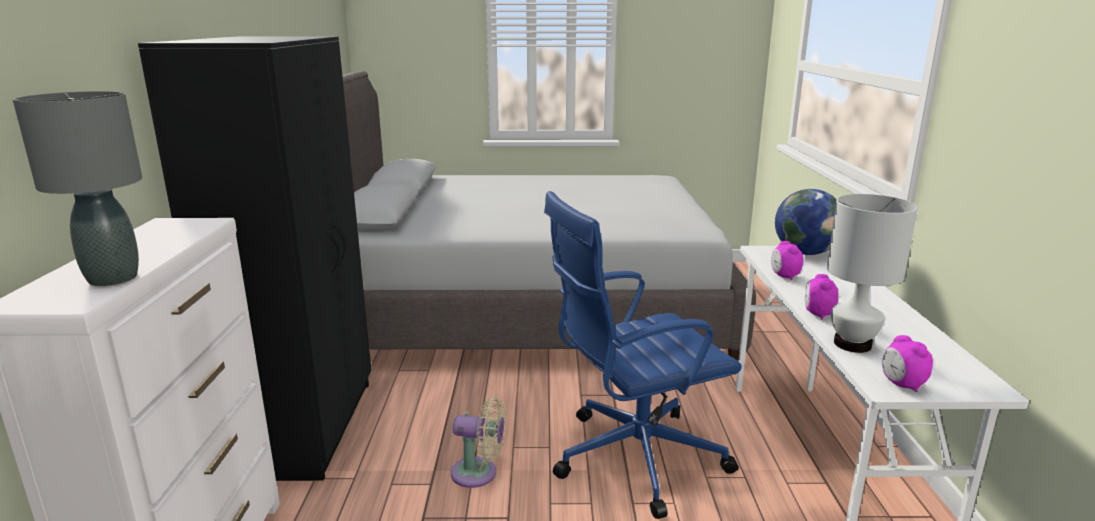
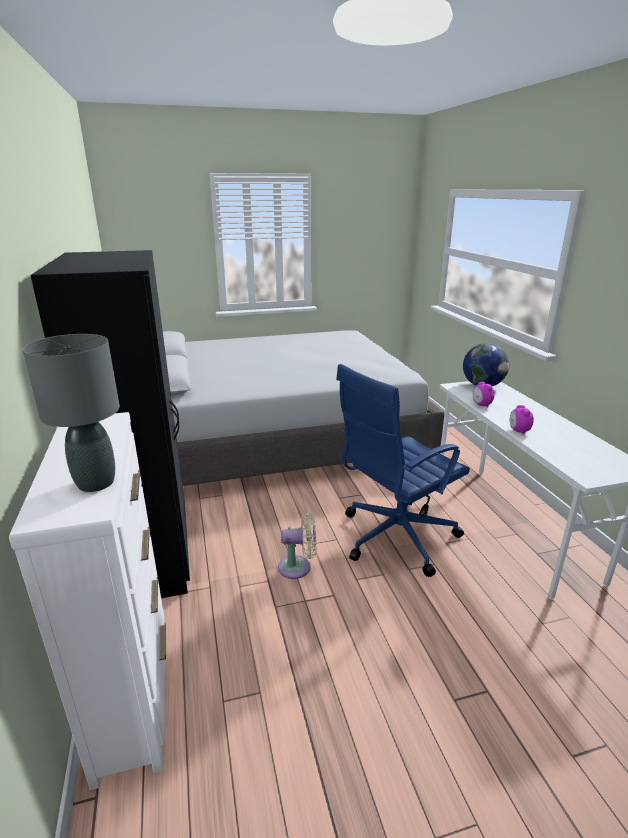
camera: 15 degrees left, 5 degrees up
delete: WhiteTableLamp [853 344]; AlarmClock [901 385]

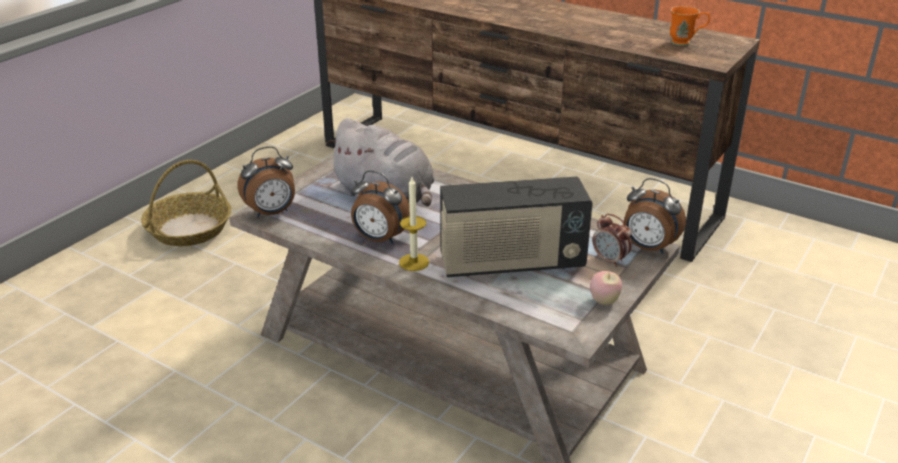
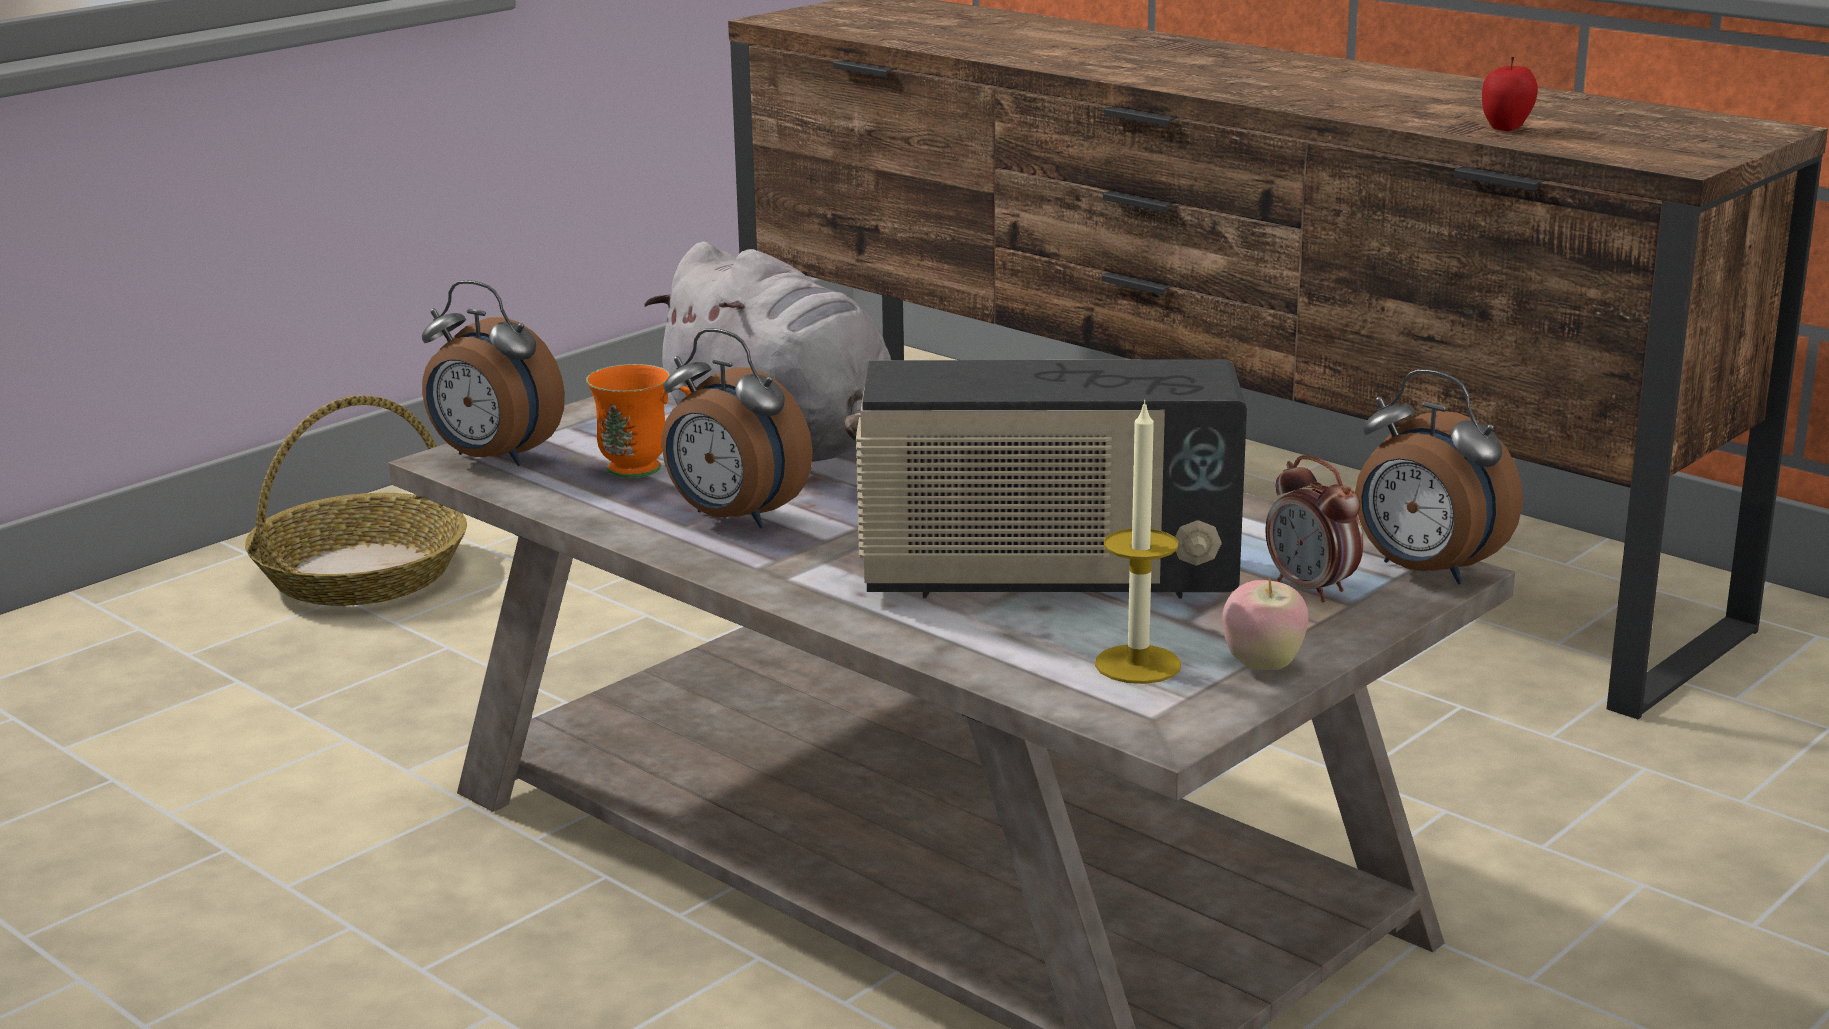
camera: 10 degrees right, 10 degrees down
insert: Apple [1506 128]
move: OrangeMug [686 43] to [648 470]; Candle [414 262] to [1138 664]
rotate: AlarmClock [271 213] = [492 459] 45 degrees clockwise

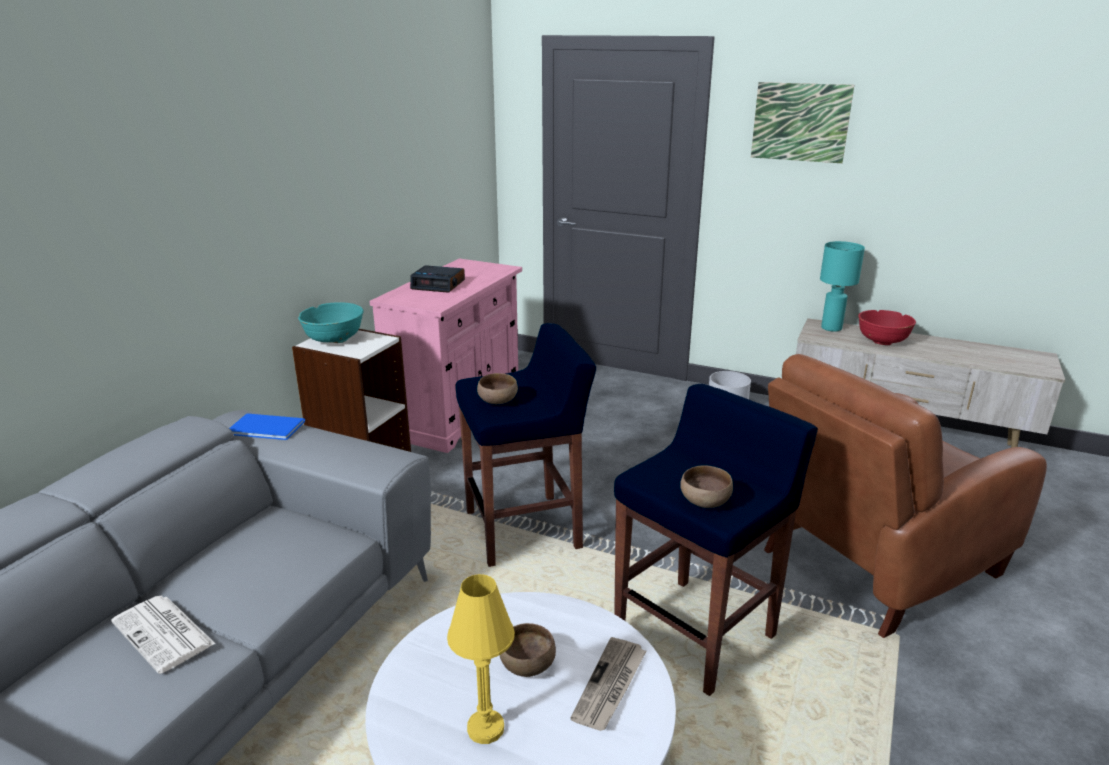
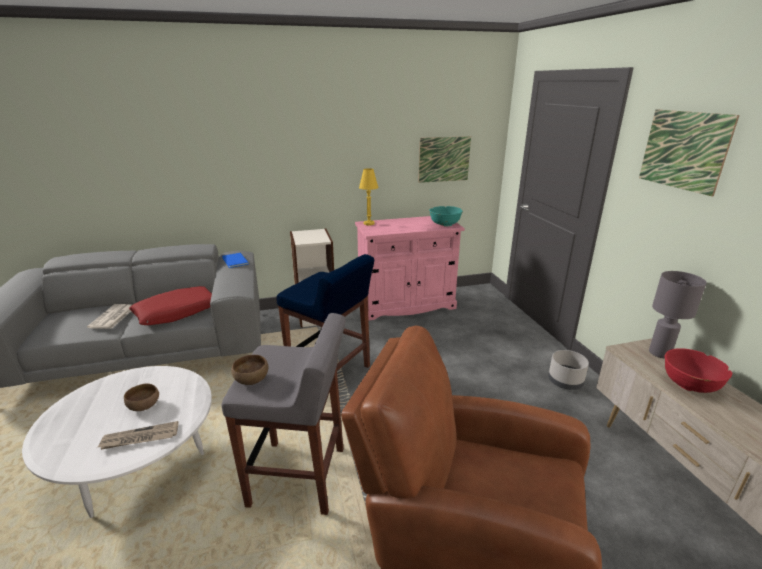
camera: 50 degrees right, 0 degrees up
delete: AlarmClock [439 285]; BrownBowl [498 402]
insert: RedPillow [177 313]; Picture [444 159]
move: YellowTableLamp [485 728] to [369 223]; TurquoiseBowl [334 339] to [445 224]
recolor: BlueStool [697 632] to GreyStool [299 476]; TurquoiseTableLamp [831 328] to GreyTableLamp [659 353]

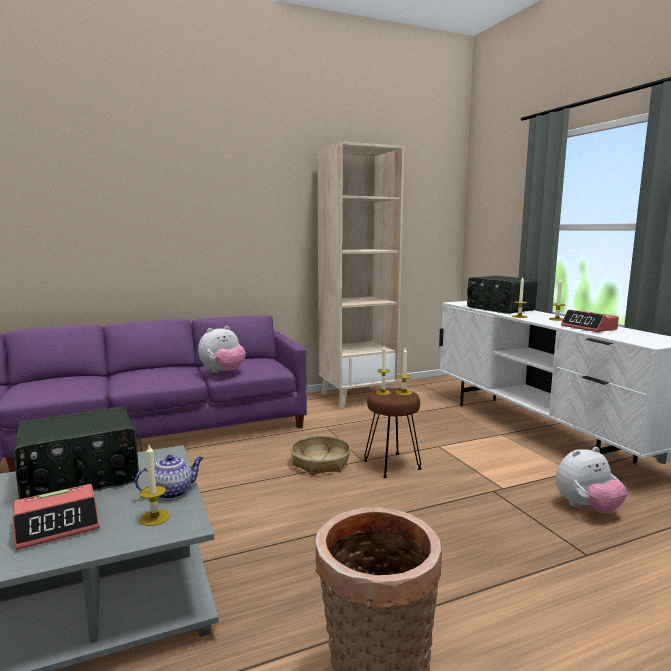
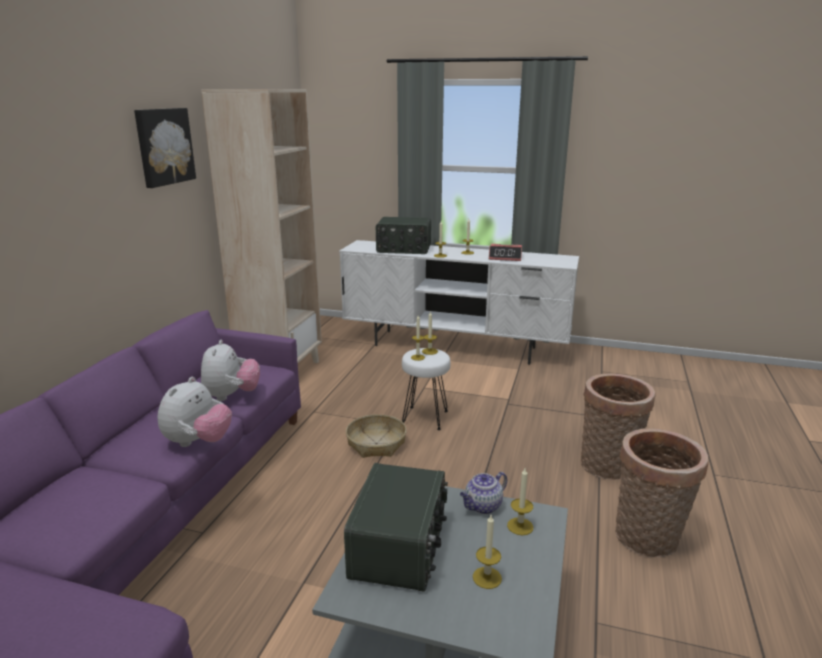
camera: 50 degrees left, 10 degrees up
insert: Picture [164 146]; Basket [608 467]
move: PlushToy [587 508] to [198 442]
replace: AlarmClock [58 525] to Candle [487 577]
recolor: BrownStool [392 465] to WhiteStool [425 418]
rotate: Teapot [172 492] = [482 506] 135 degrees counterclockwise

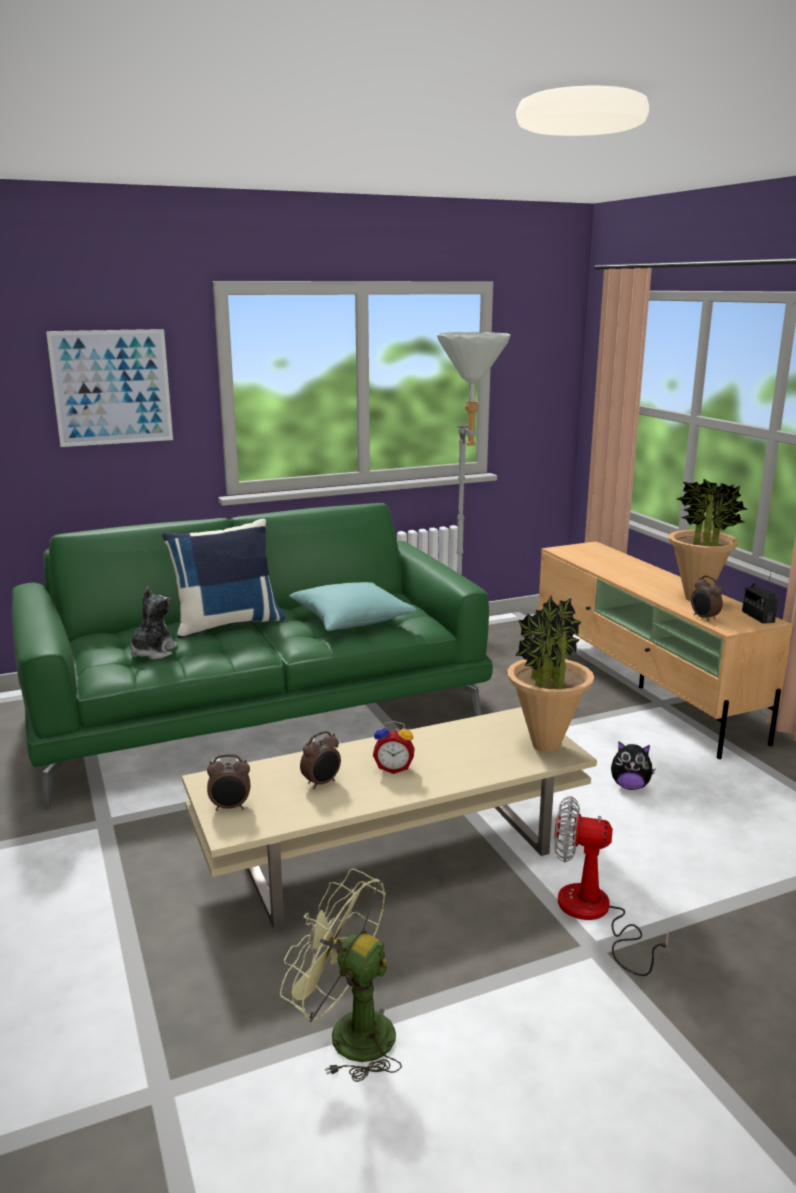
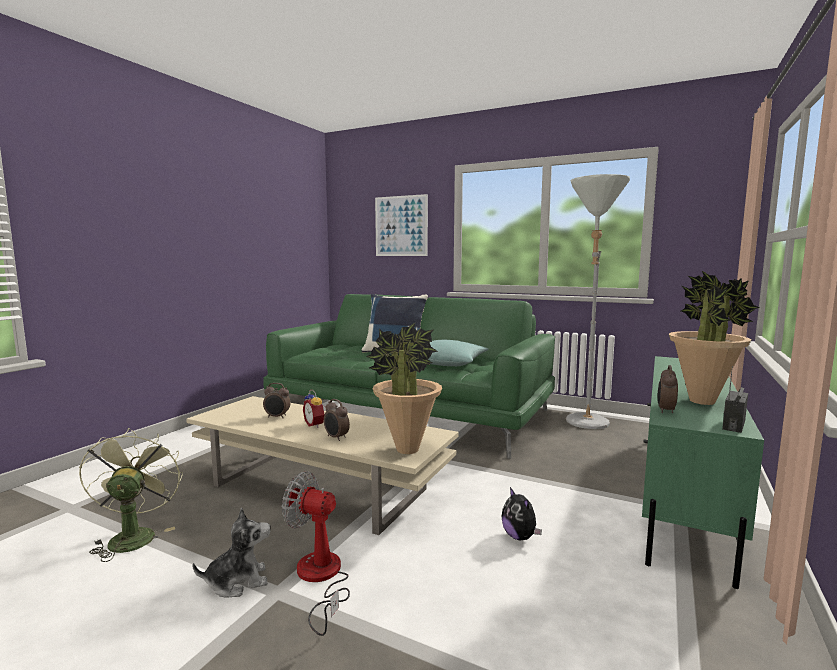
camera: 50 degrees right, 10 degrees down
move: PlushToy [152 652] to [238 581]; AlarmClock [230 807] to [336 438]
recolor: BeigeTvStand [641 688] to GreenTvStand [682 493]
rotate: Fan [594 915] = [320 578] 45 degrees counterclockwise

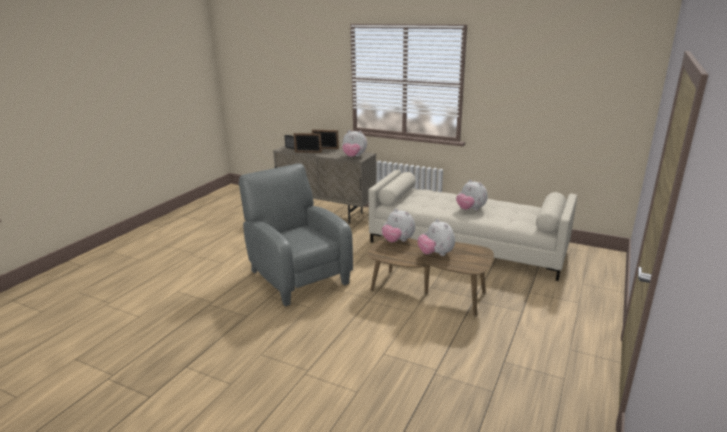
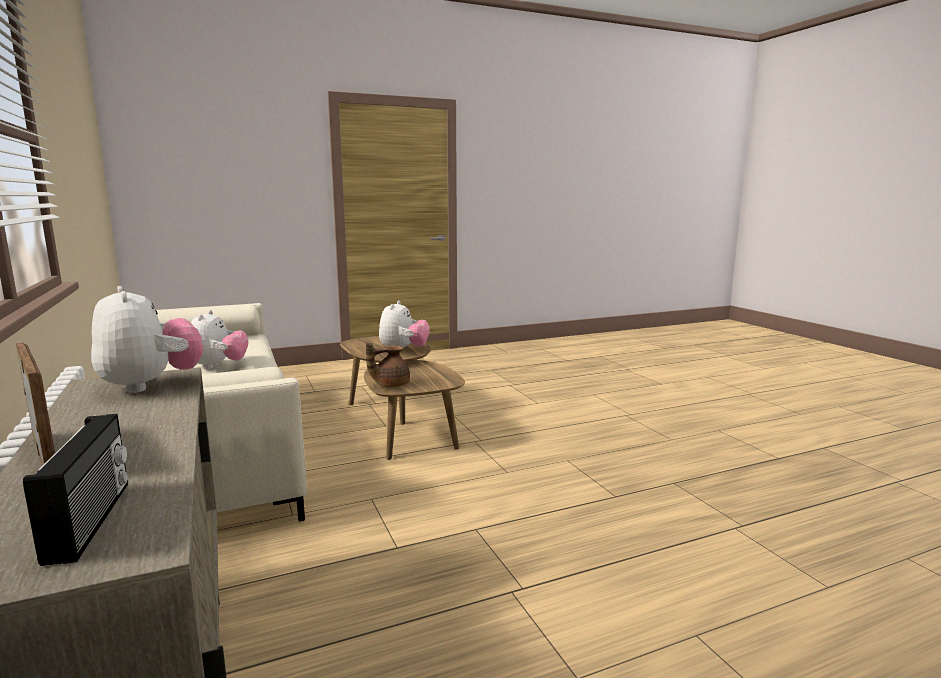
camera: 140 degrees left, 10 degrees down
delete: GreyArmchair [297 275]; PictureFrame [308 152]
replace: PlushToy [398 241] to BrownTeapot [390 384]

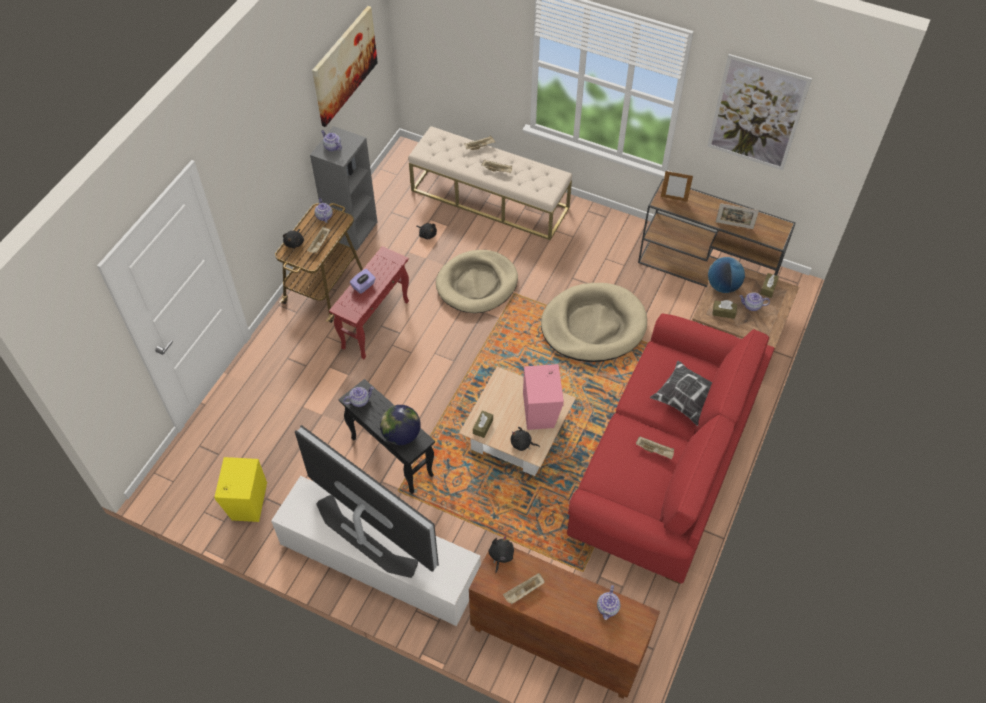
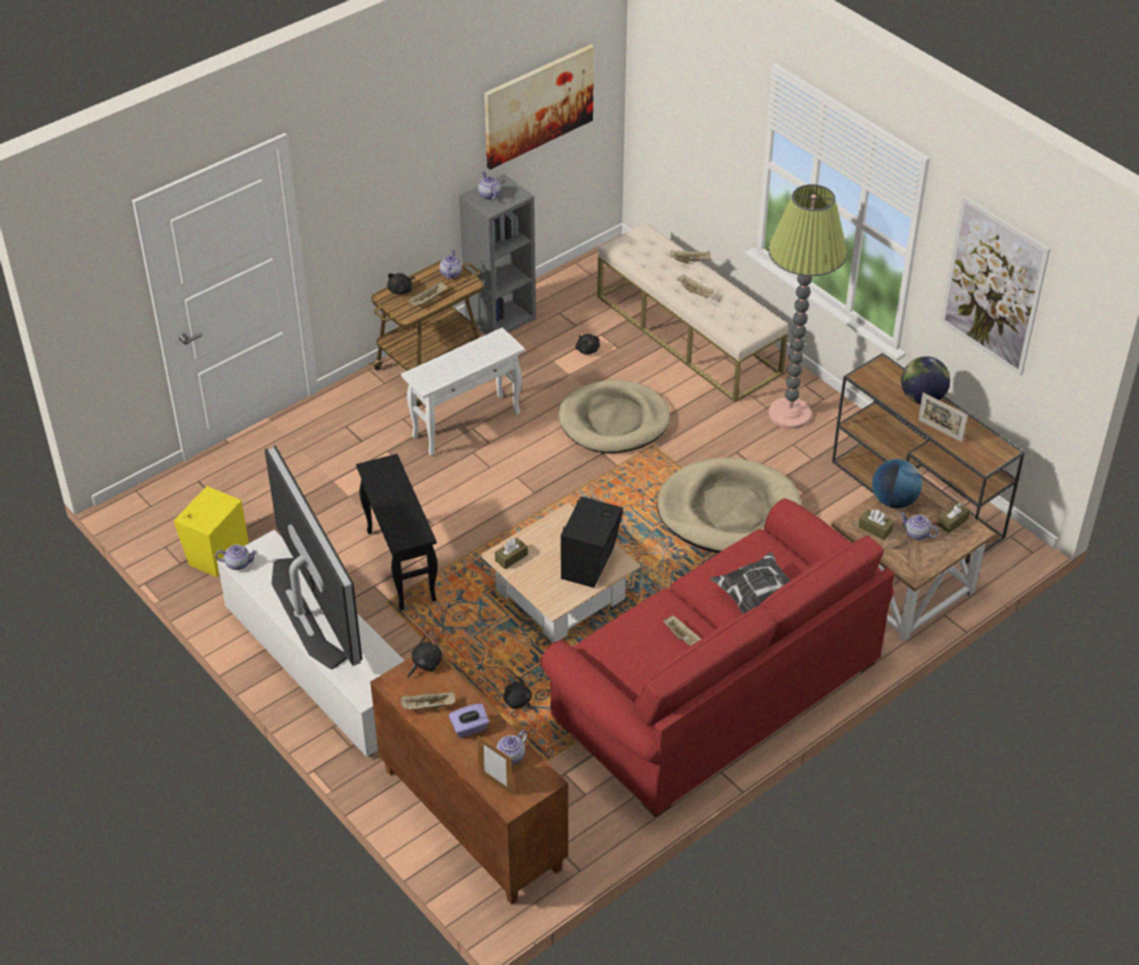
camera: 25 degrees right, 10 degrees down
insert: FloorLamp [789 414]
move: Teapot [359 400] to [238 563]; PurpleTissueBox [363 286] to [469 728]; PictureFrame [674 199] to [496 783]; BlackPlushToy [522 444] to [519 702]; Globe [401 435] to [922 398]
recolor: RedSideTable [375 325] to WhiteSideTable [466 425]; PinkSpeaker [540 409] to BlackSpeaker [590 563]

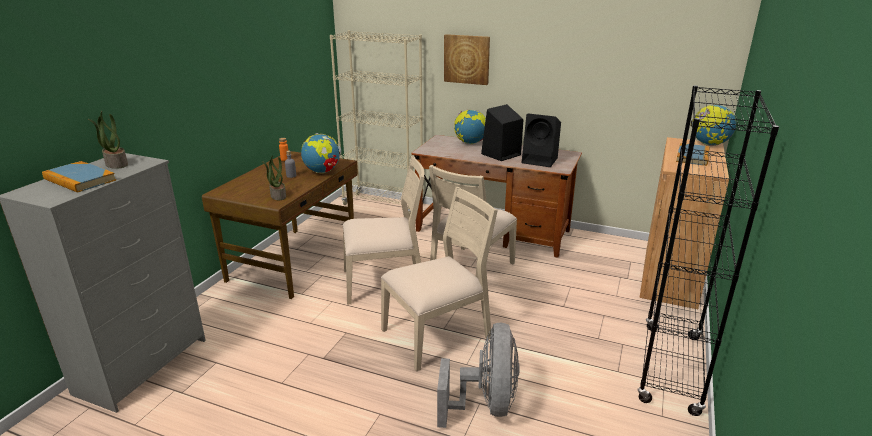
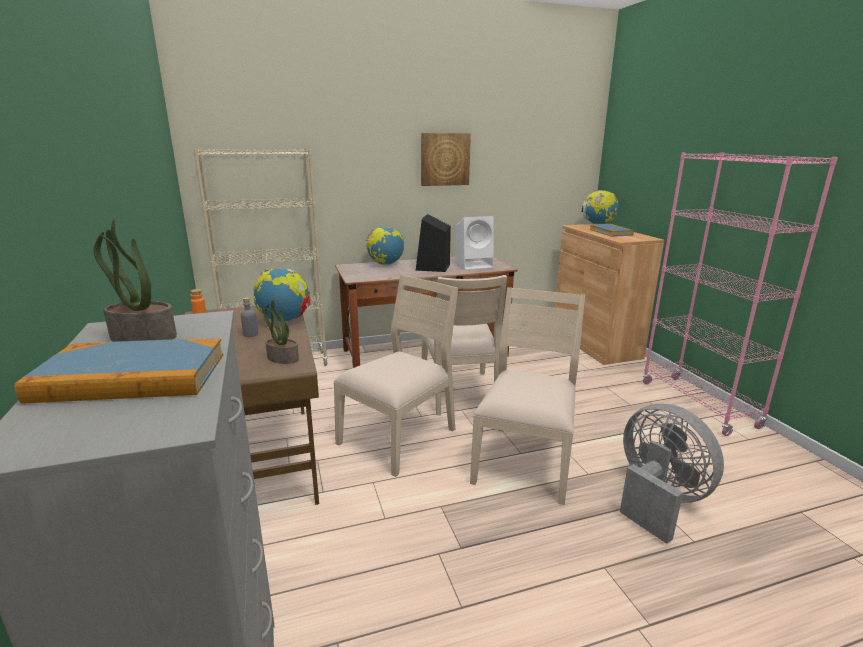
camera: 40 degrees left, 5 degrees down
move: Picture [467 59] to [445 159]
recolor: BlackSpeaker [540 160] to WhiteSpeaker [474 265]; BlackBookcase [670 368] to PinkBookcase [698 404]

